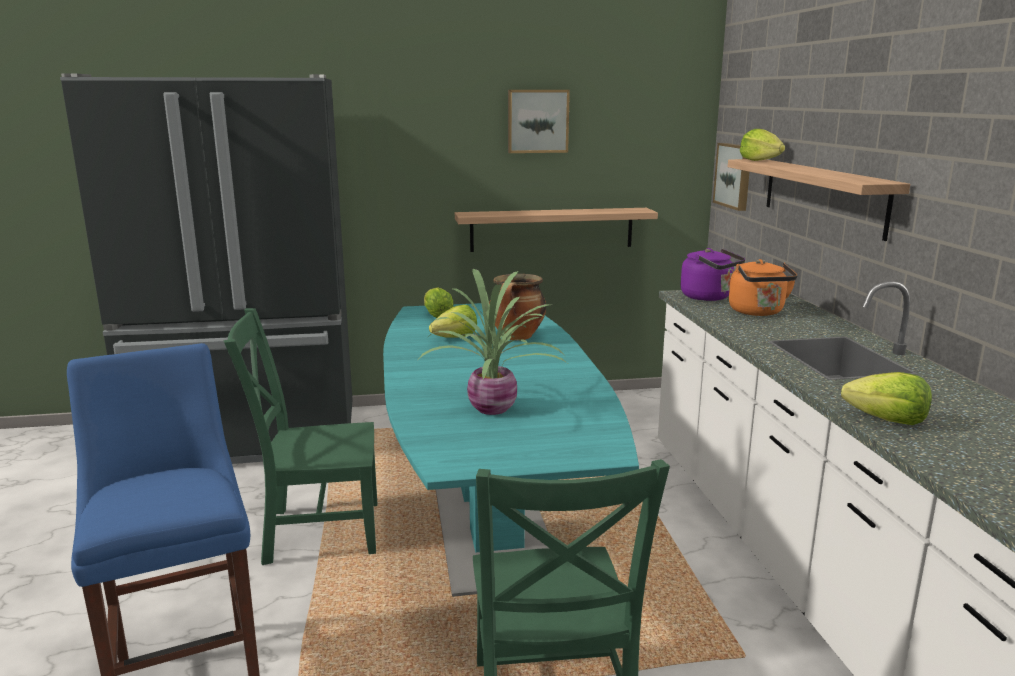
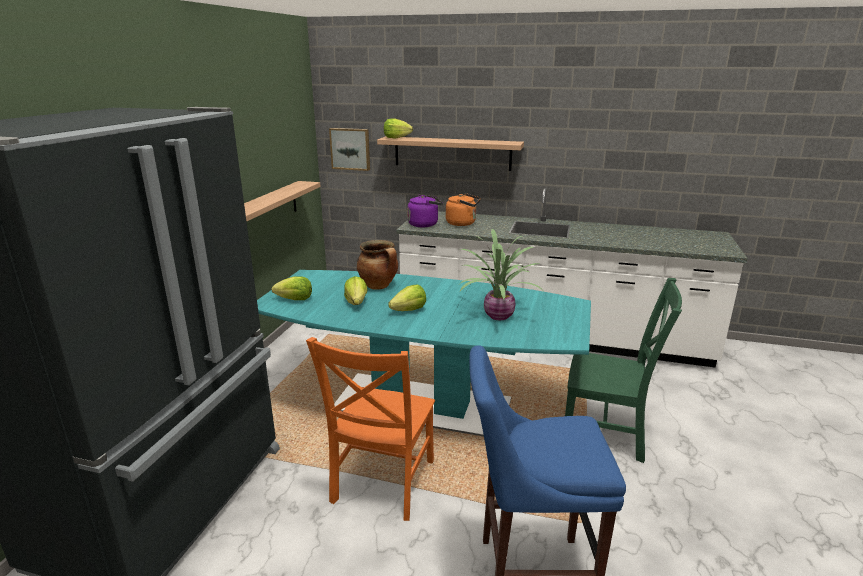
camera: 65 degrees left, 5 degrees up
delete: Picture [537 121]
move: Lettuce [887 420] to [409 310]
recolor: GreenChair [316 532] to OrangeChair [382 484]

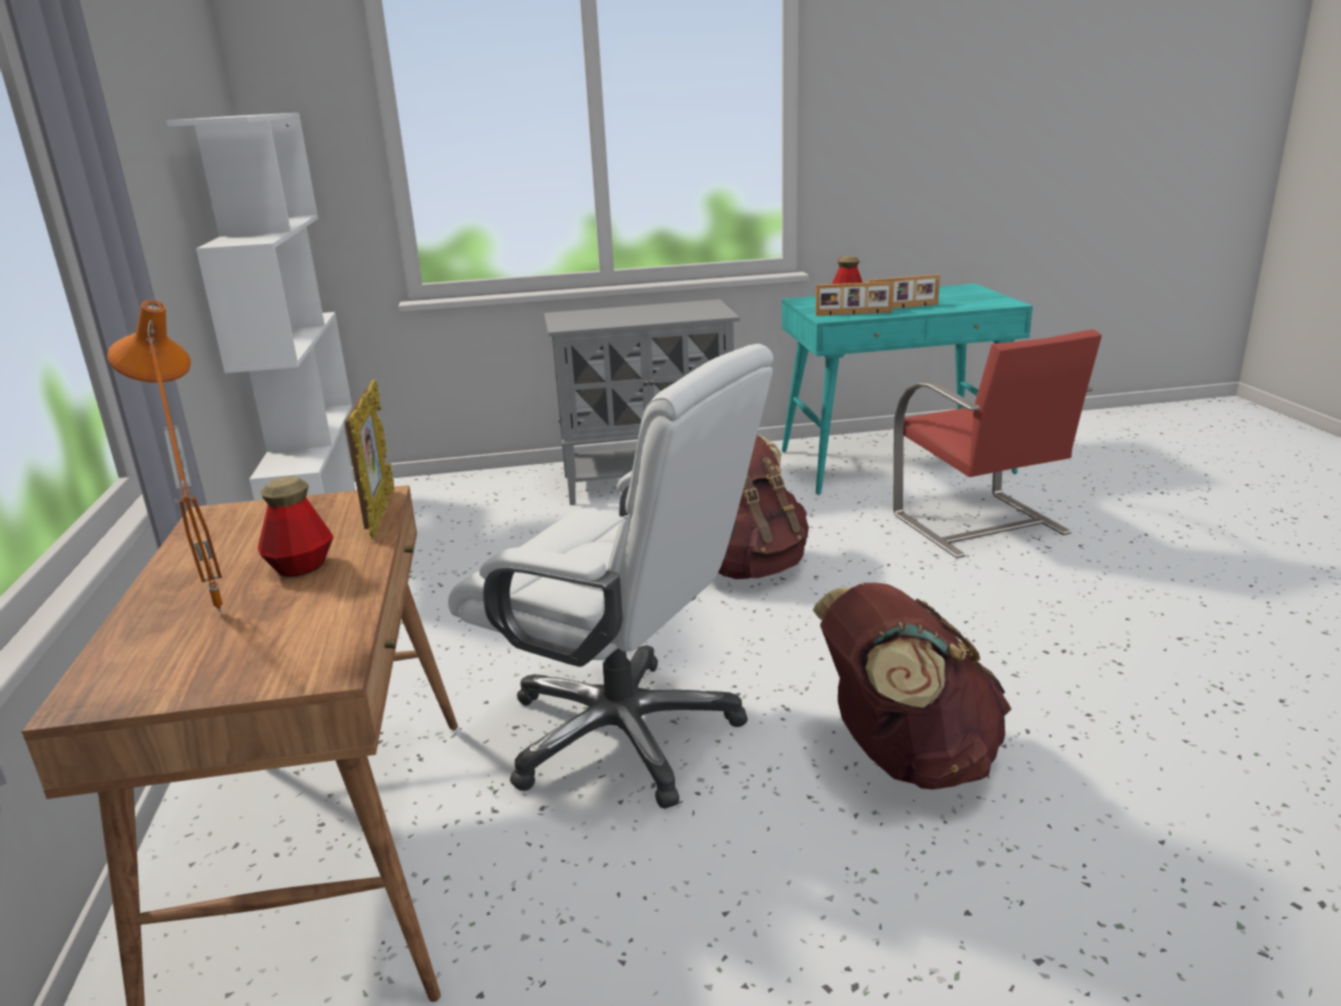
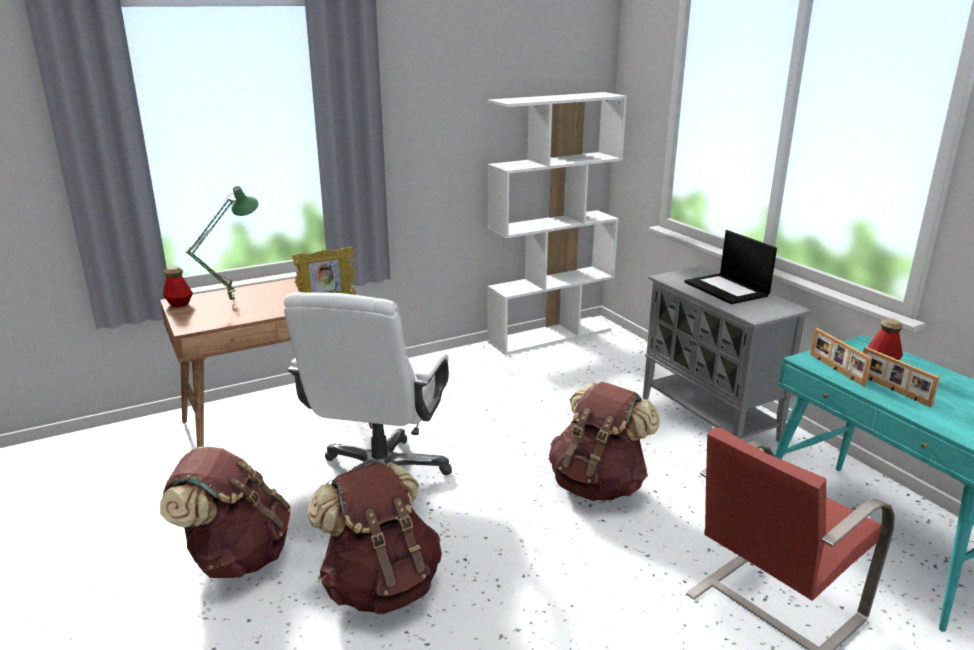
camera: 70 degrees right, 0 degrees up
insert: BrownBackpack [236 557]; Laptop [727 289]
move: Bottle [301 567] to [179 304]
recolor: OrangeTableLamp [214 615] to GreenTableLamp [232 301]

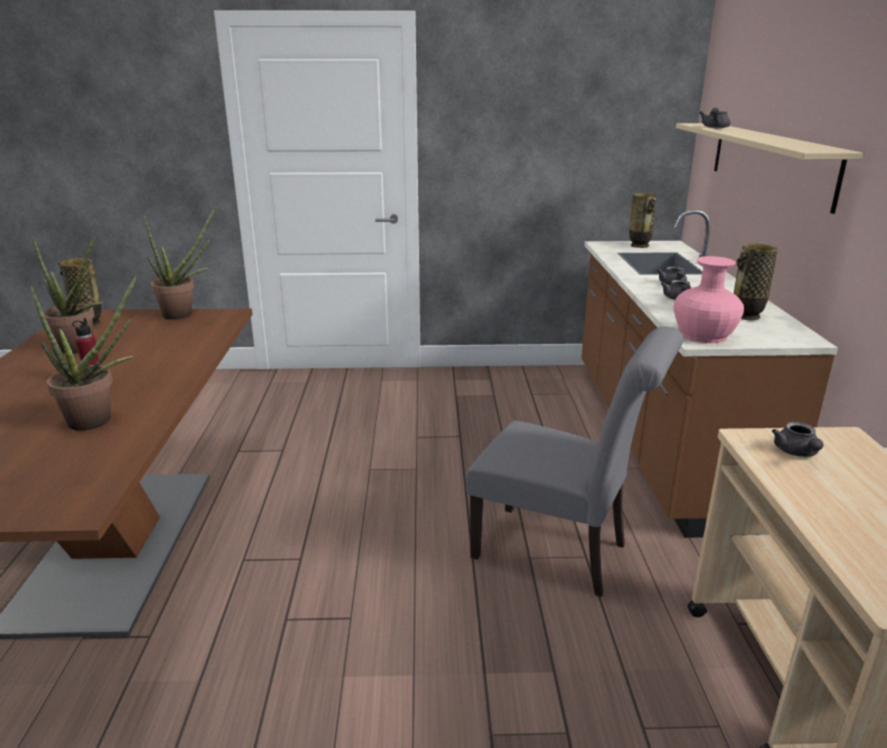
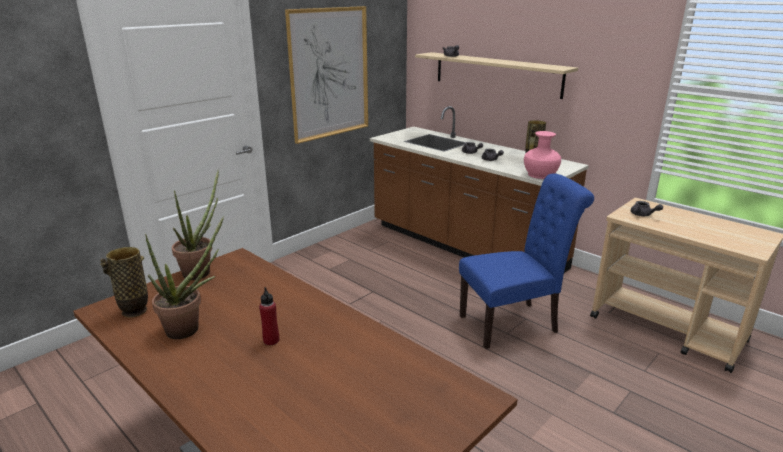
camera: 45 degrees left, 0 degrees up
delete: PottedPlant [99 420]; Vase [639 246]
insert: Picture [329 73]
recolor: GreyChair [559 552] to BlueChair [514 323]

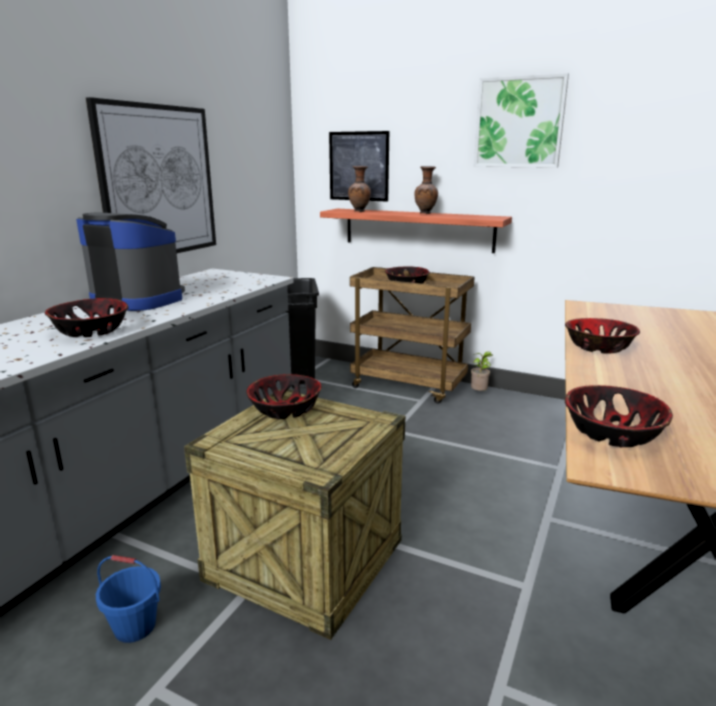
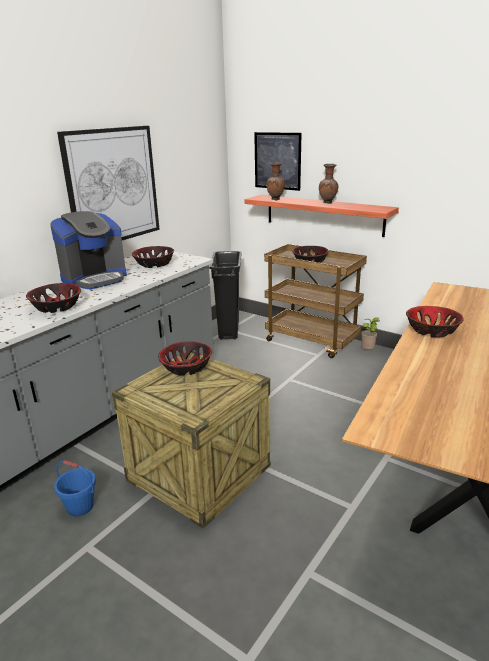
camera: 10 degrees right, 5 degrees up
delete: Picture [519 122]
move: Bowl [612 433] to [154 264]
rotate: CoffeeMachine [138 300] = [95 279] 105 degrees clockwise

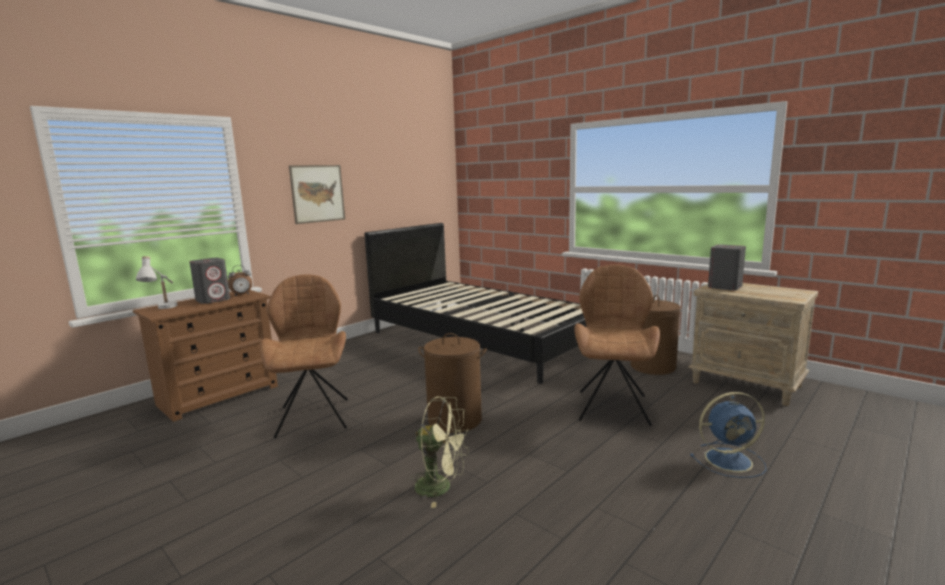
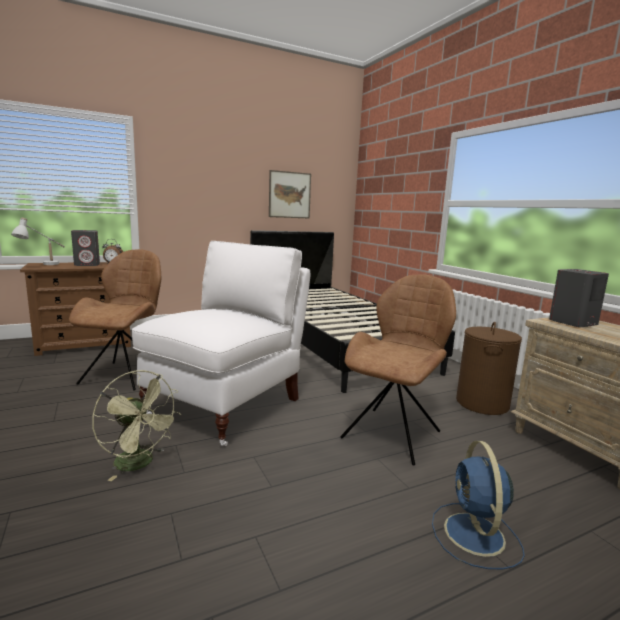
camera: 20 degrees right, 0 degrees up
move: Picture [318 193] to [289 195]
replace: BrownLaundryBasket [455 420] to WhiteChair [226 406]
rotate: BlueFan [730 460] = [475 536] 75 degrees clockwise

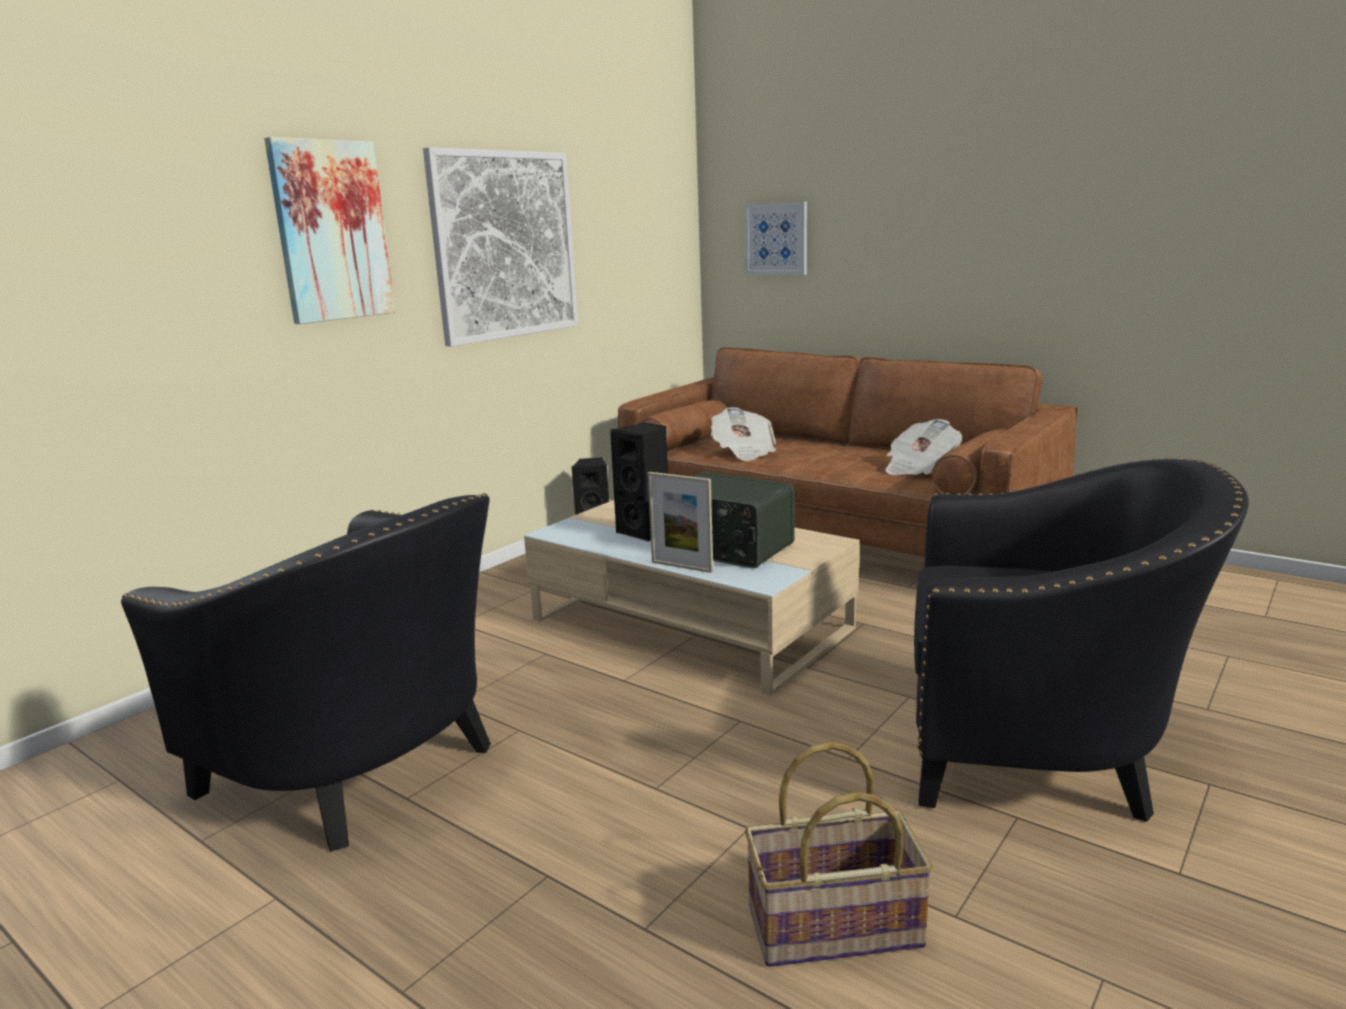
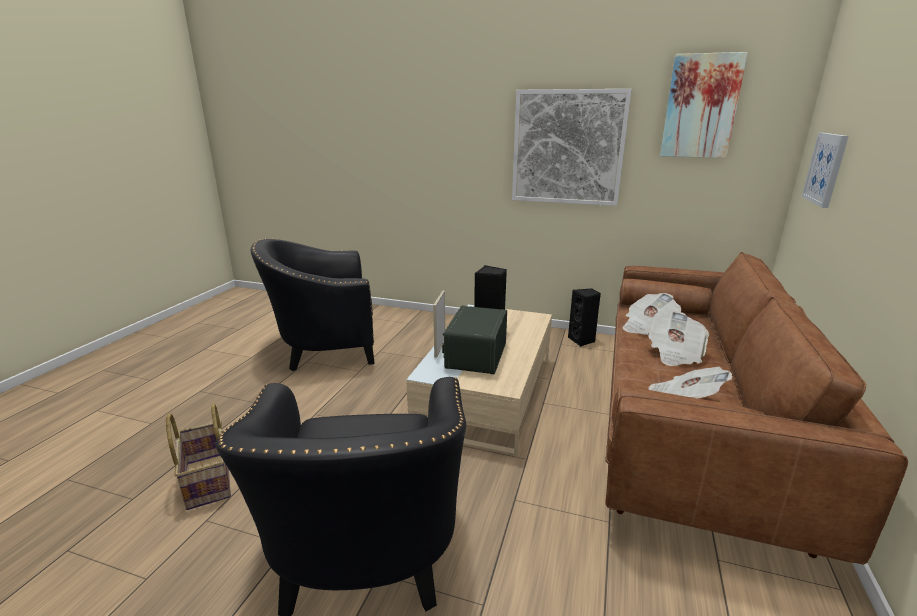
camera: 70 degrees right, 5 degrees up
insert: Newspaper [674 353]
move: Picture [331 231] to [700 107]
rotate: BlackArmchair [365 771] = [324 349] 60 degrees clockwise

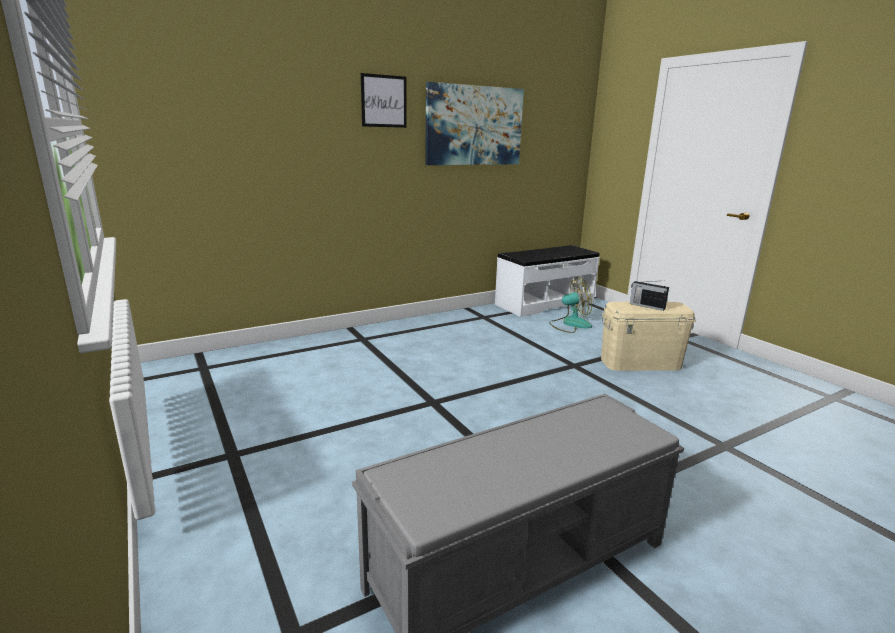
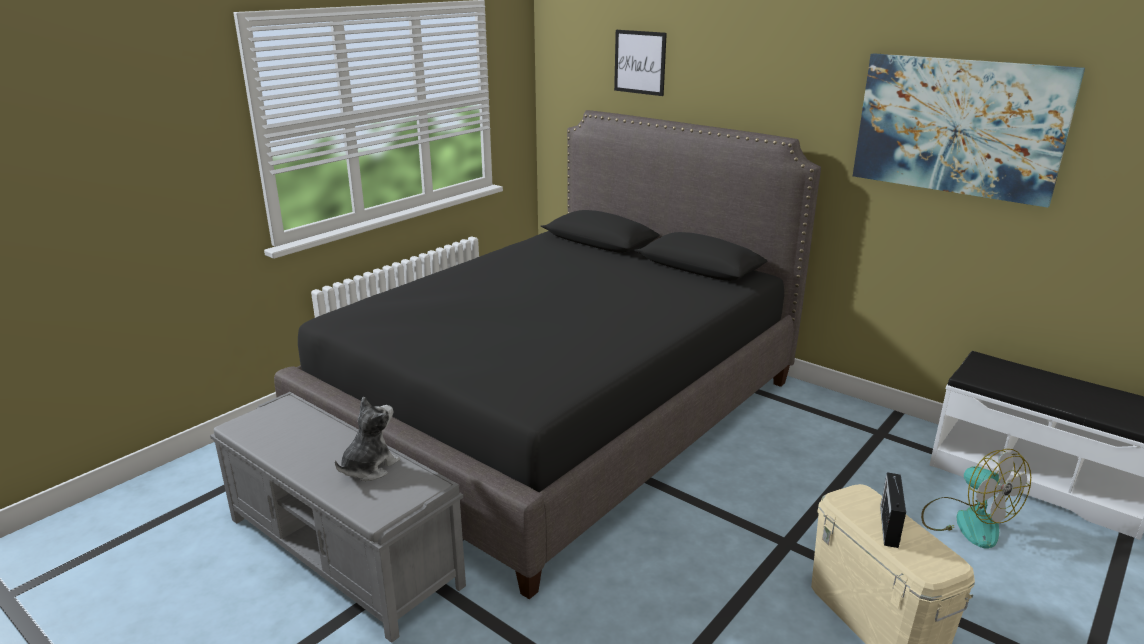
camera: 70 degrees right, 5 degrees up
insert: BlackBed [560 414]; PlushToy [369 467]
move: Picture [384 101] to [640 62]

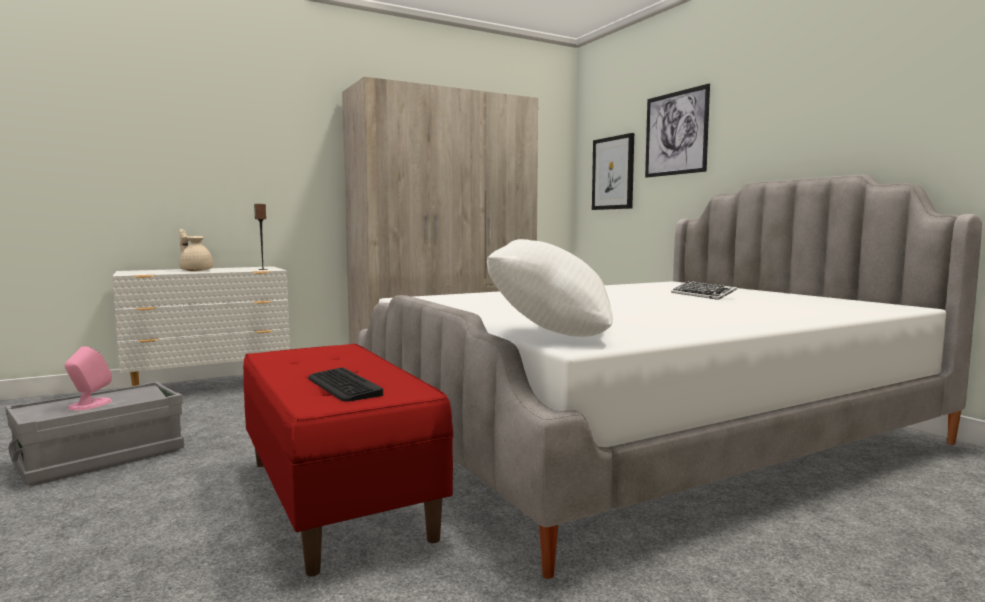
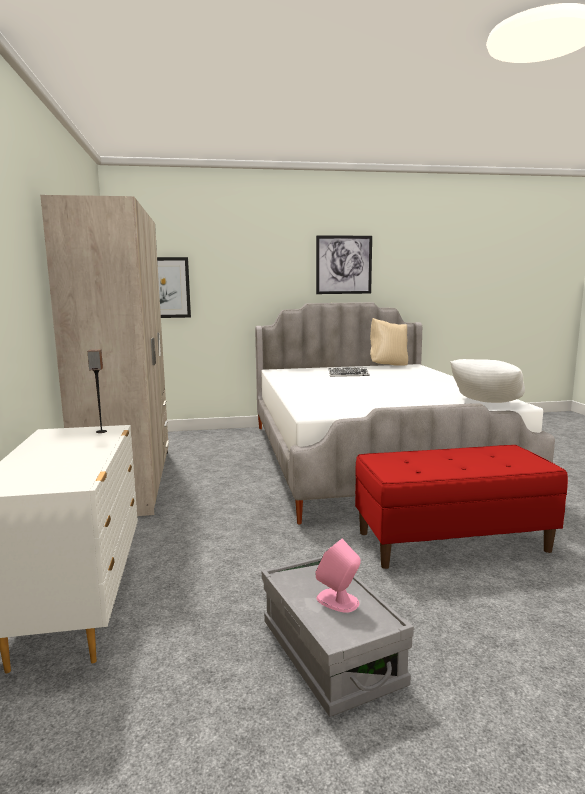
camera: 70 degrees left, 5 degrees up
delete: BeigeTeapot [196 271]; Keyboard [343 386]
insert: BeigePillow [388 365]
move: Picture [676 133] to [344 265]

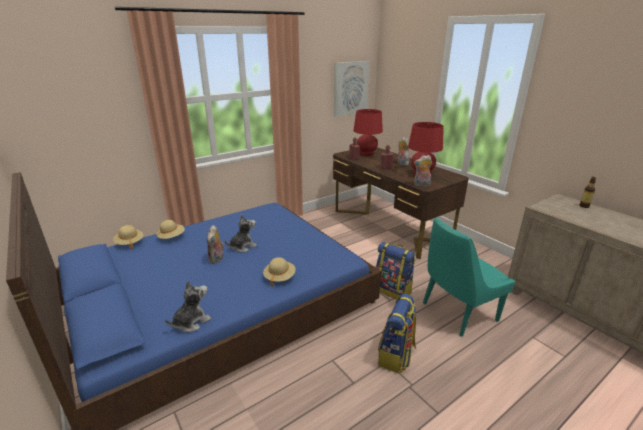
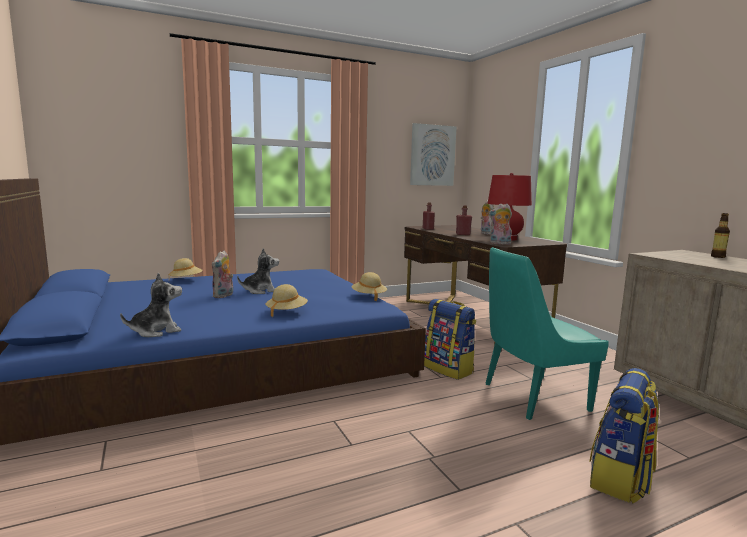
camera: 10 degrees right, 15 degrees down
delete: RedTableLamp [366 154]
move: BeigeHat [129 243] to [369 296]; Backpack [396 356] to [620 479]

